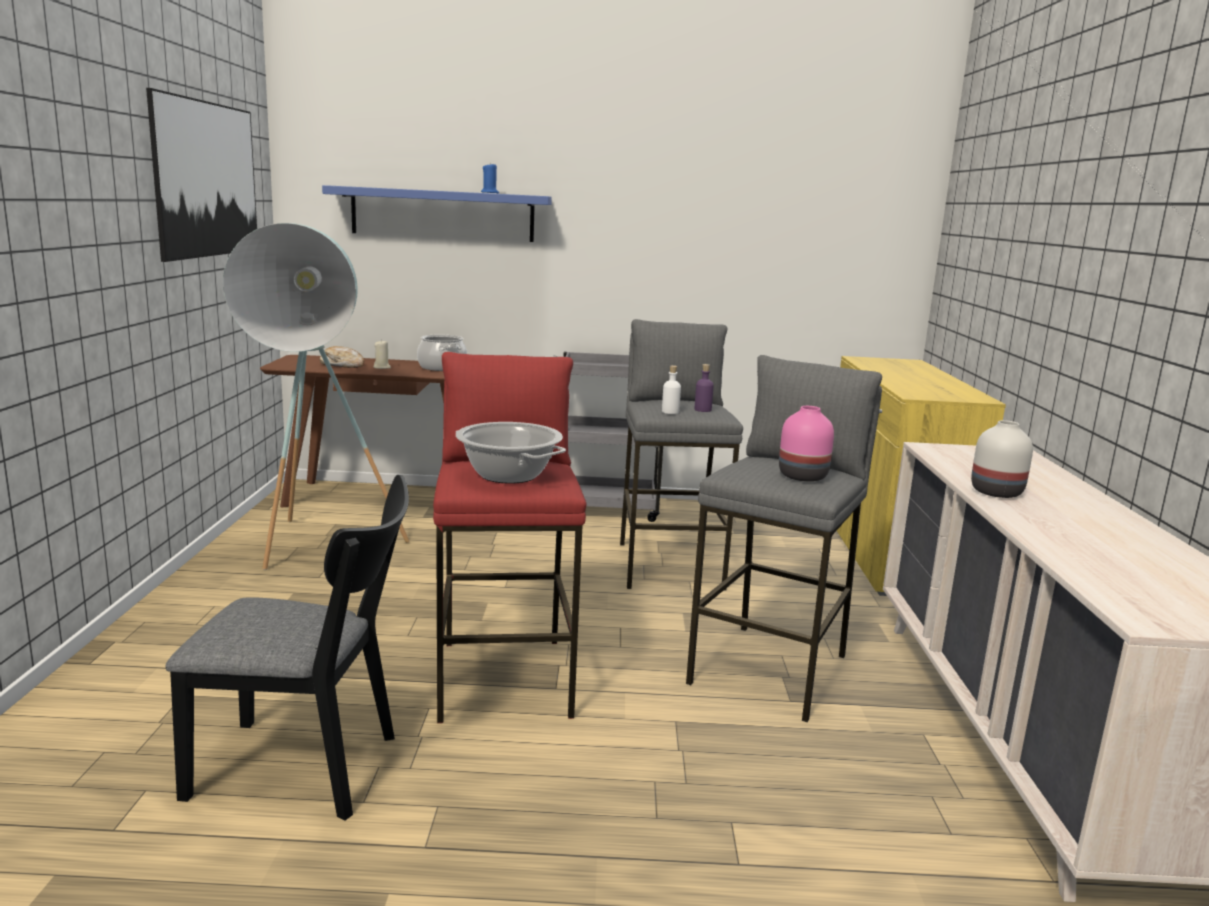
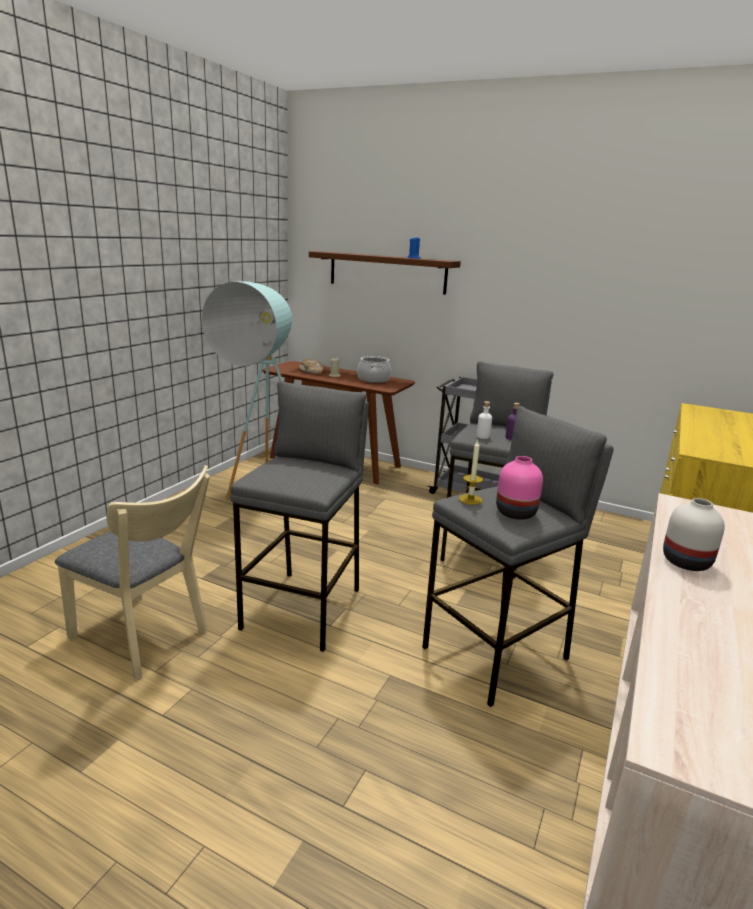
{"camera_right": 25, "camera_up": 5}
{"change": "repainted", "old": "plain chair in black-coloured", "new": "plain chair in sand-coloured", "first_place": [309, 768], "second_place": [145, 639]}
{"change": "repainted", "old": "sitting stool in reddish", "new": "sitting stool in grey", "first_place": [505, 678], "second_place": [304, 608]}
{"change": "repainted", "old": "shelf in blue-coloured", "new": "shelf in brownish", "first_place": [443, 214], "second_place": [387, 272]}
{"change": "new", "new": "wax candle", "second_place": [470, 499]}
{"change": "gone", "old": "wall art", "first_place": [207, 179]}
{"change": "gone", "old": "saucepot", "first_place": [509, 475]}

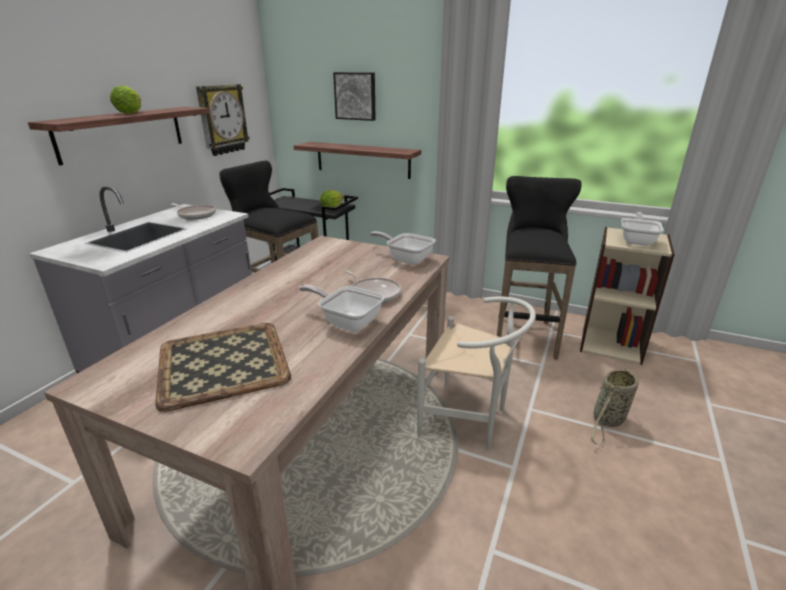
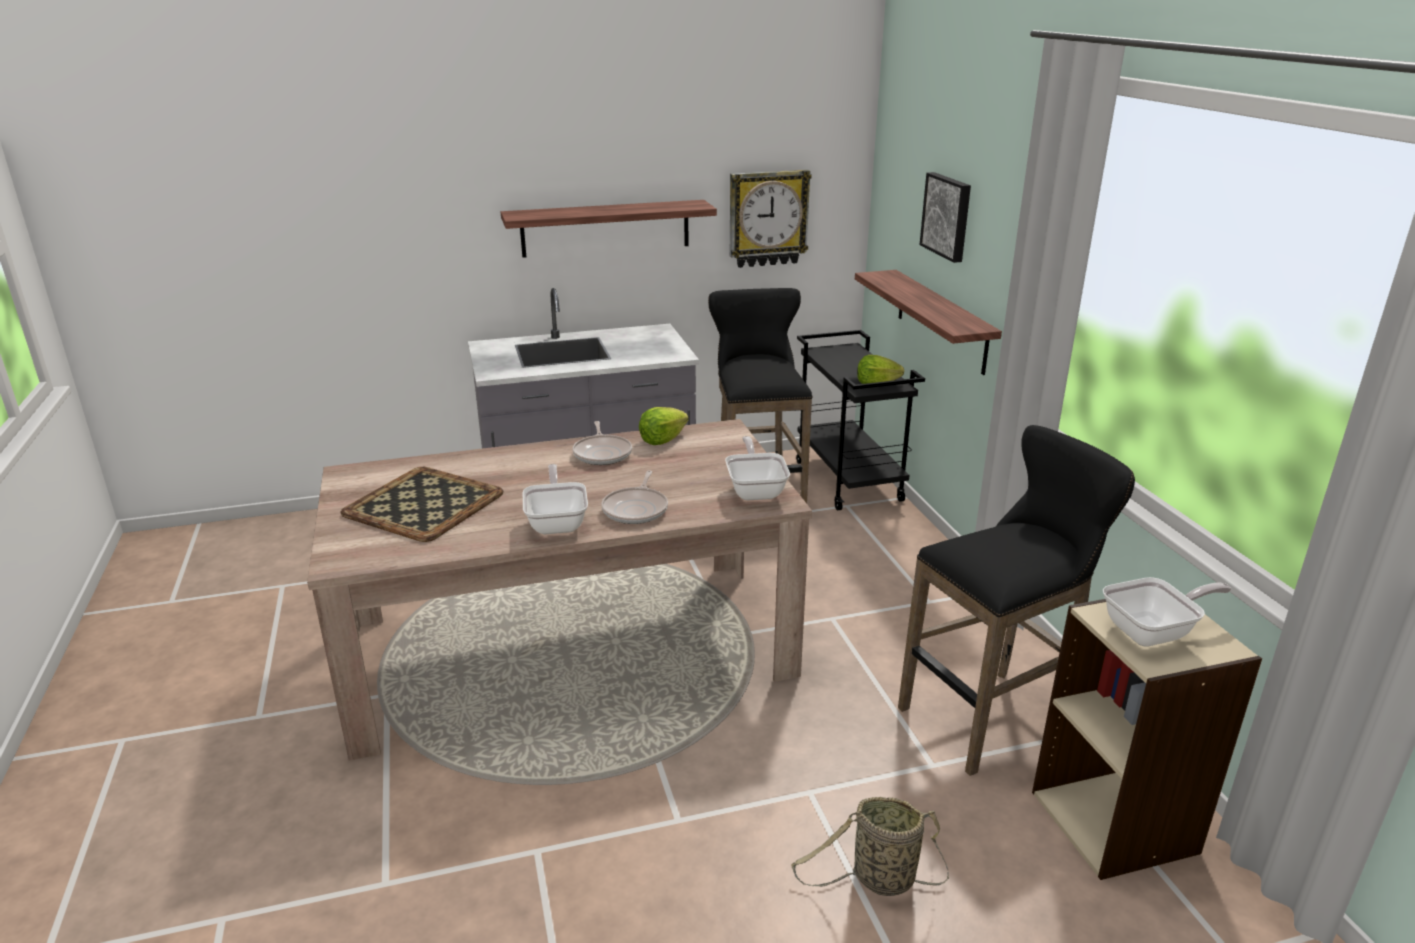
{"camera_right": 50, "camera_up": 0}
{"change": "shifted", "old": "frying pan", "first_place": [196, 215], "second_place": [602, 453]}
{"change": "shifted", "old": "head of lettuce", "first_place": [130, 112], "second_place": [662, 440]}
{"change": "gone", "old": "plain chair in white-coloured", "first_place": [470, 421]}

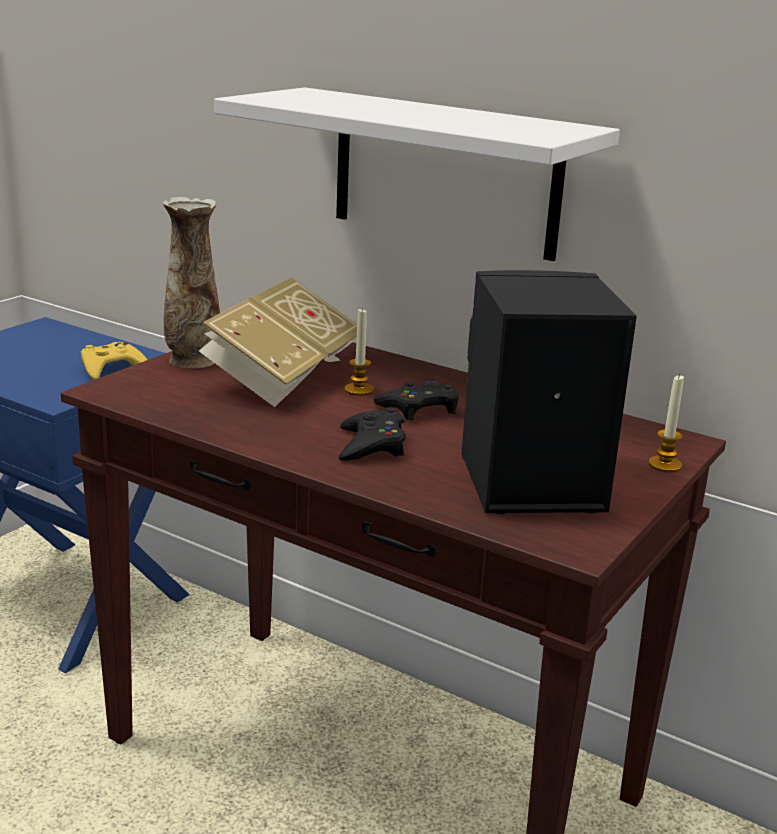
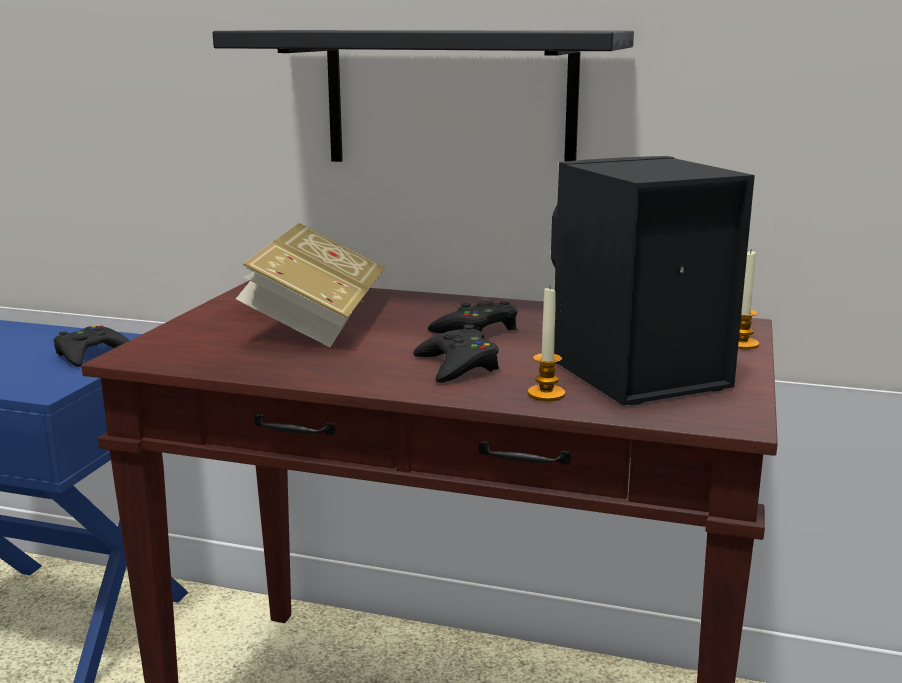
{"camera_right": -15, "camera_up": -5}
{"change": "repainted", "old": "gamepad in yellow-coloured", "new": "gamepad in black-coloured", "first_place": [111, 368], "second_place": [90, 354]}
{"change": "repainted", "old": "shelf in white-coloured", "new": "shelf in black-coloured", "first_place": [445, 173], "second_place": [450, 99]}
{"change": "shifted", "old": "wax candle", "first_place": [359, 390], "second_place": [546, 394]}
{"change": "gone", "old": "flower vase", "first_place": [193, 360]}

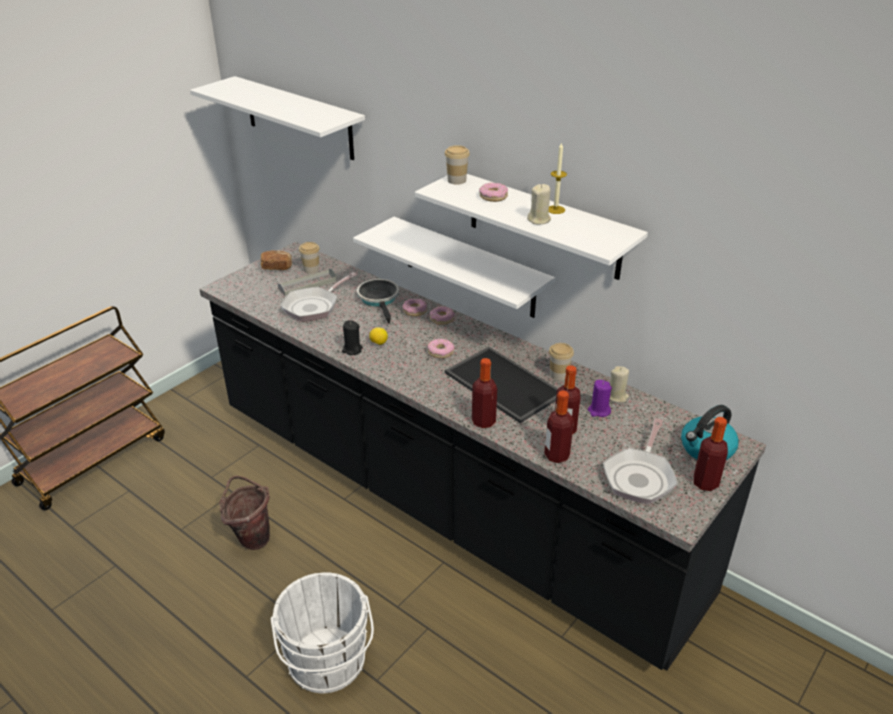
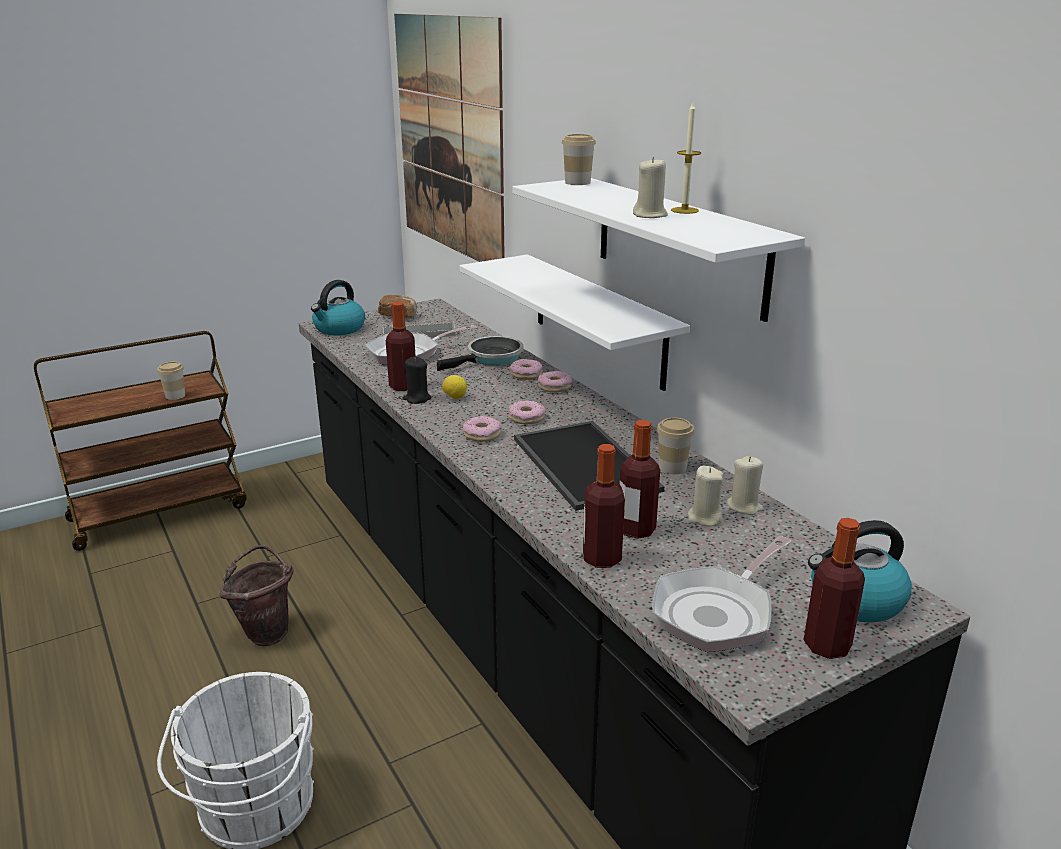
{"camera_right": 20, "camera_up": -10}
{"change": "shifted", "old": "cup", "first_place": [311, 269], "second_place": [175, 396]}
{"change": "new", "new": "tea kettle", "second_place": [339, 329]}
{"change": "shifted", "old": "bottle", "first_place": [483, 421], "second_place": [403, 386]}
{"change": "swapped", "old": "shelf in white-coloured", "new": "wall art", "first_place": [298, 118], "second_place": [449, 137]}
{"change": "rotated", "old": "frying pan", "first_place": [379, 299], "second_place": [491, 358], "degrees": 45}
{"change": "shifted", "old": "doughnut", "first_place": [493, 196], "second_place": [482, 435]}
{"change": "repainted", "old": "wax candle in purple-coloured", "new": "wax candle in sand-coloured", "first_place": [598, 411], "second_place": [704, 518]}

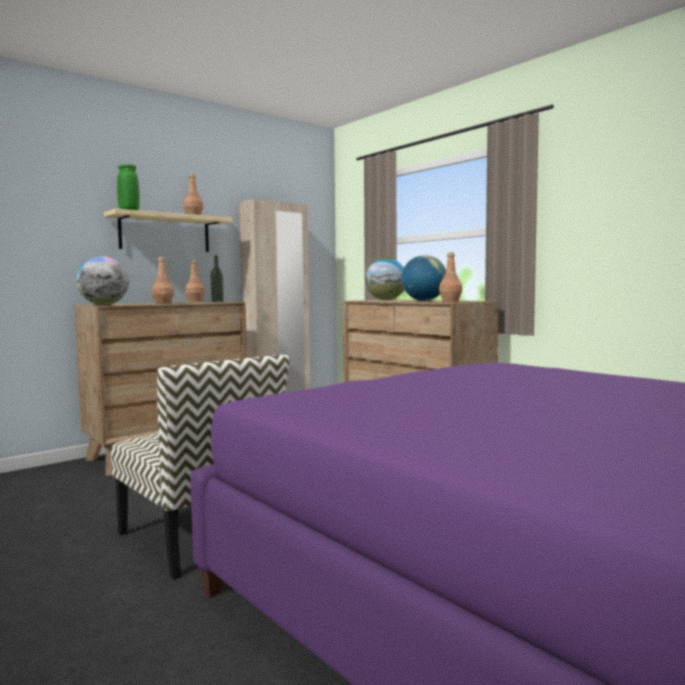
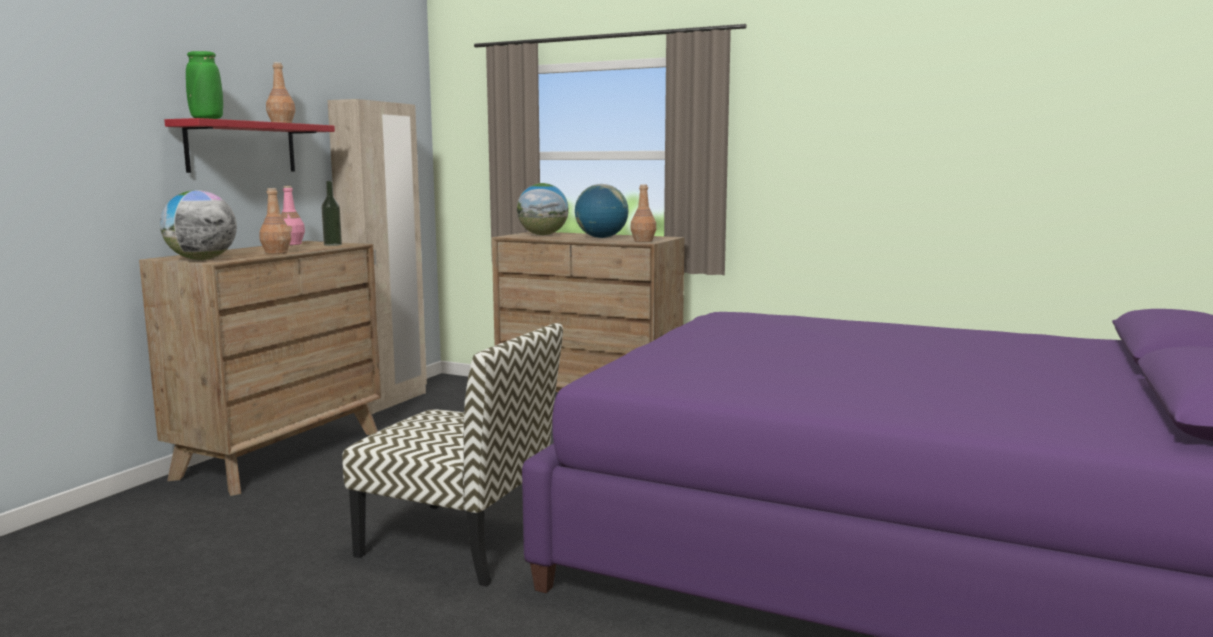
{"camera_right": -25, "camera_up": 5}
{"change": "repainted", "old": "shelf in sand-coloured", "new": "shelf in reddish", "first_place": [165, 233], "second_place": [241, 147]}
{"change": "repainted", "old": "bottle in brownish", "new": "bottle in pink", "first_place": [195, 301], "second_place": [291, 244]}

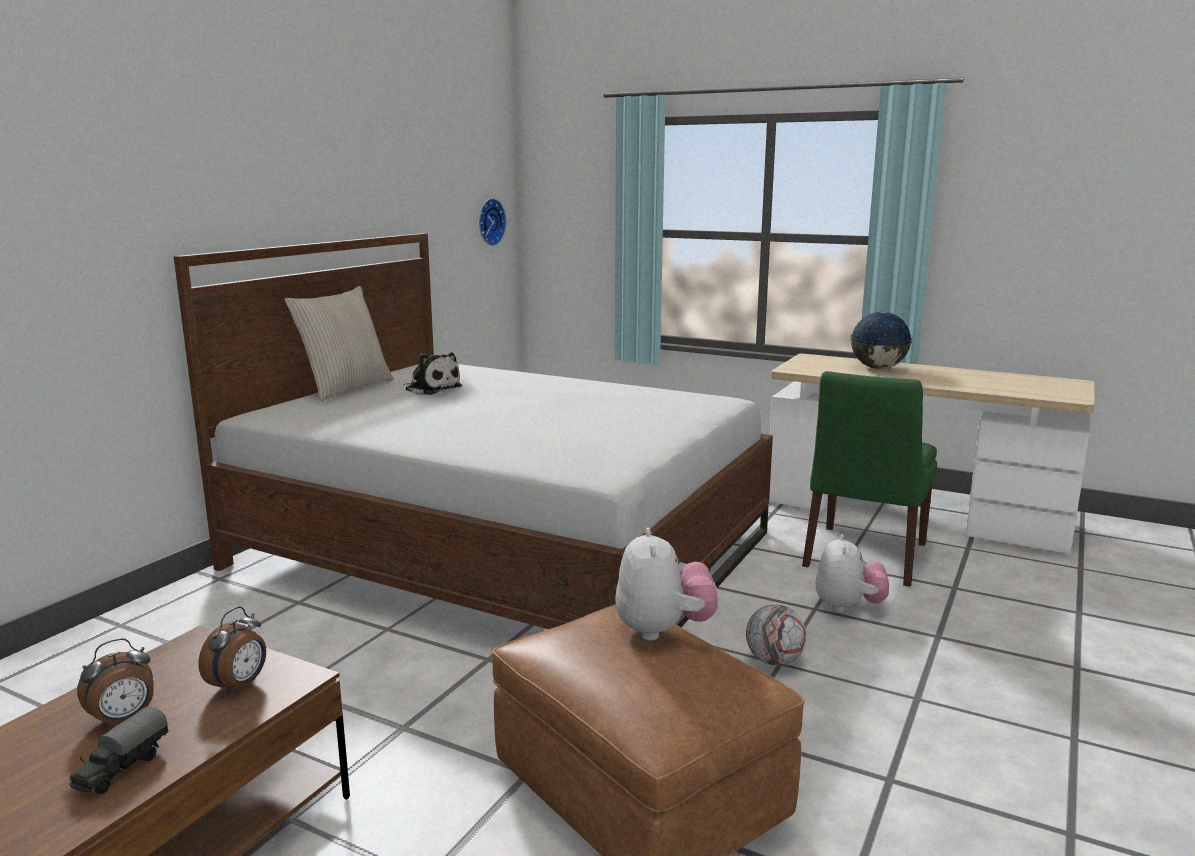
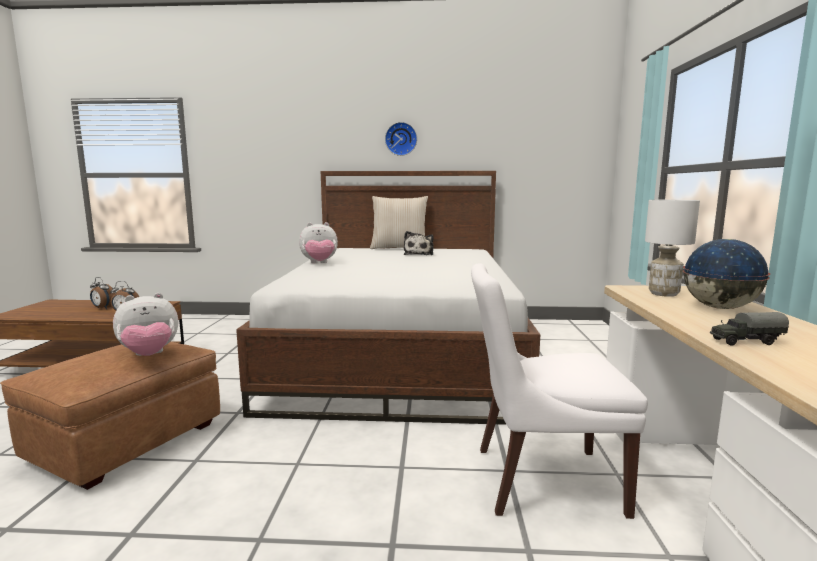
{"camera_right": 65, "camera_up": -5}
{"change": "shifted", "old": "soft toy", "first_place": [848, 607], "second_place": [319, 263]}
{"change": "shifted", "old": "clock on the wall", "first_place": [489, 222], "second_place": [401, 139]}
{"change": "repainted", "old": "plain chair in green-coloured", "new": "plain chair in white-coloured", "first_place": [864, 557], "second_place": [541, 480]}
{"change": "new", "new": "lamp for a table in white-coloured", "second_place": [664, 294]}
{"change": "shifted", "old": "toy lorry", "first_place": [121, 769], "second_place": [745, 341]}
{"change": "gone", "old": "football ball", "first_place": [774, 661]}

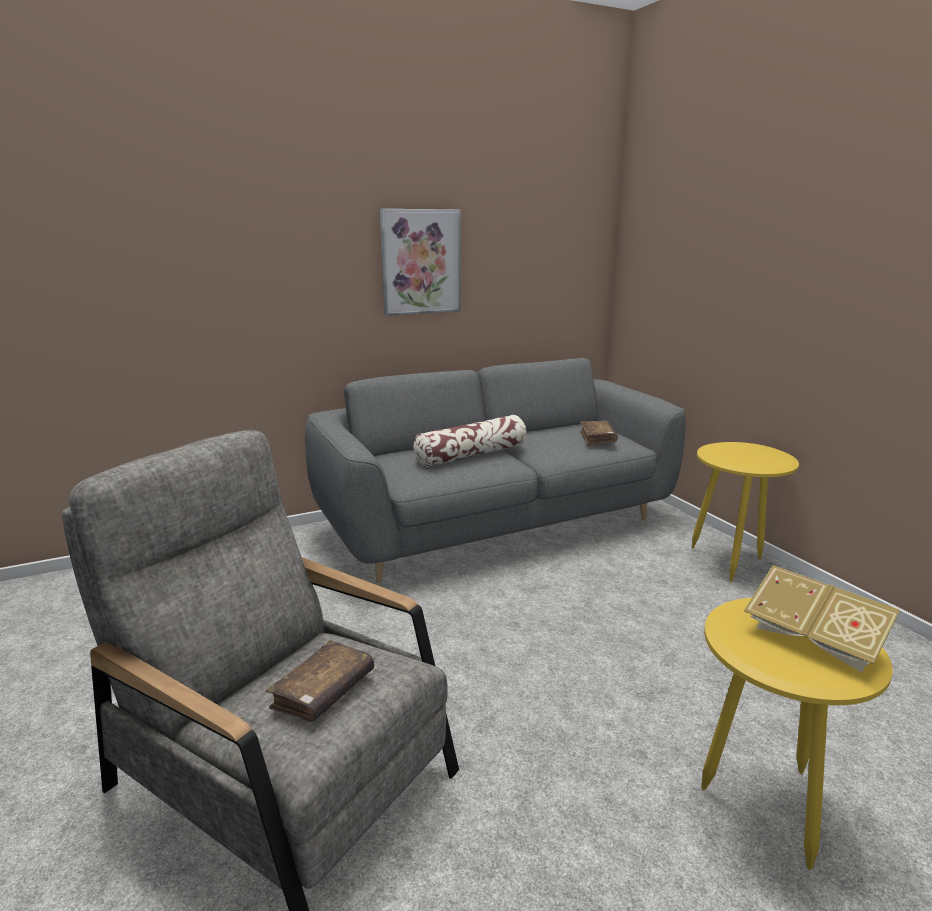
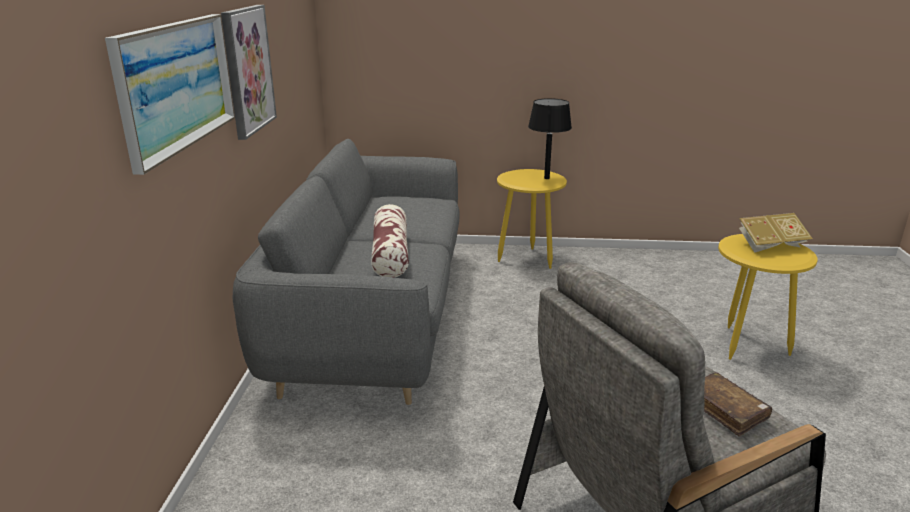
{"camera_right": -60, "camera_up": 5}
{"change": "new", "new": "wall art", "second_place": [176, 85]}
{"change": "new", "new": "lamp for a table in black-coloured", "second_place": [546, 178]}
{"change": "gone", "old": "bound book in brownish", "first_place": [597, 438]}

